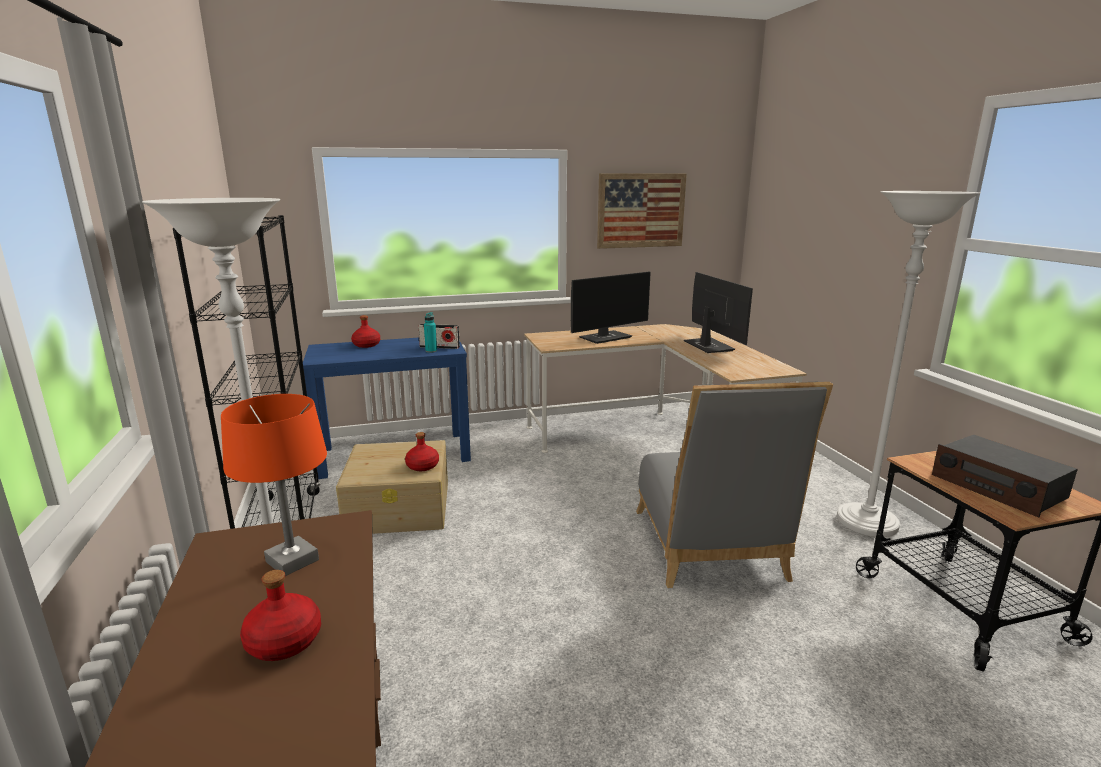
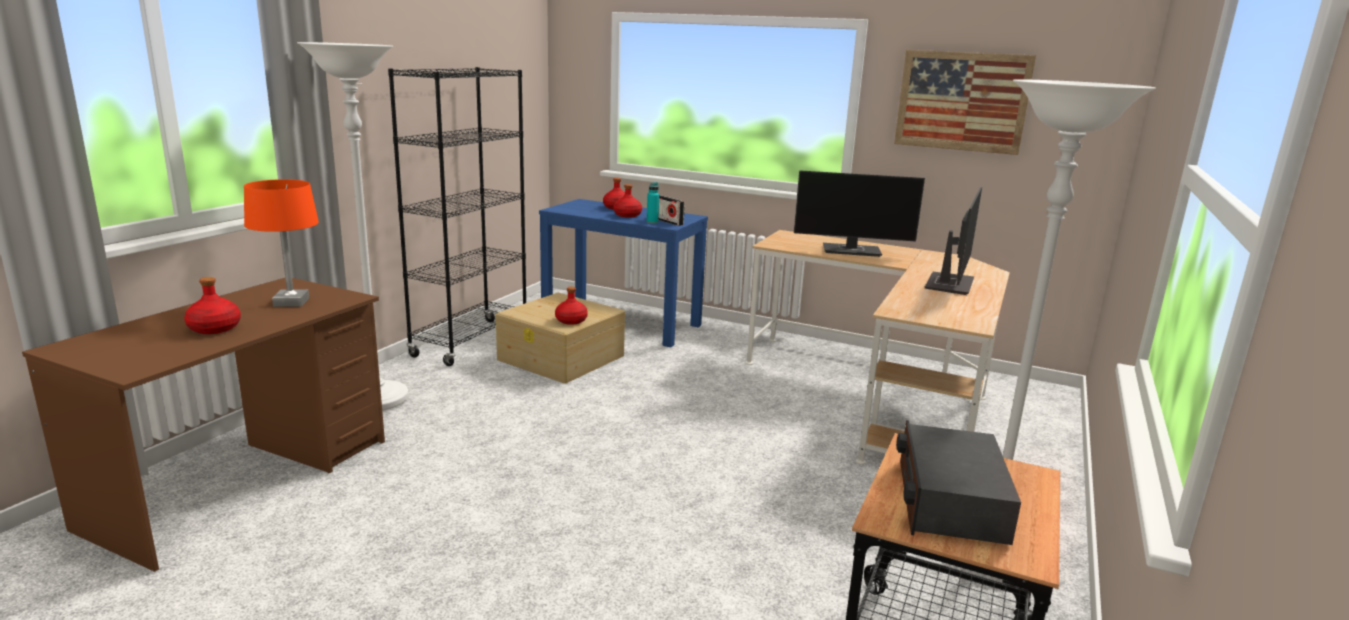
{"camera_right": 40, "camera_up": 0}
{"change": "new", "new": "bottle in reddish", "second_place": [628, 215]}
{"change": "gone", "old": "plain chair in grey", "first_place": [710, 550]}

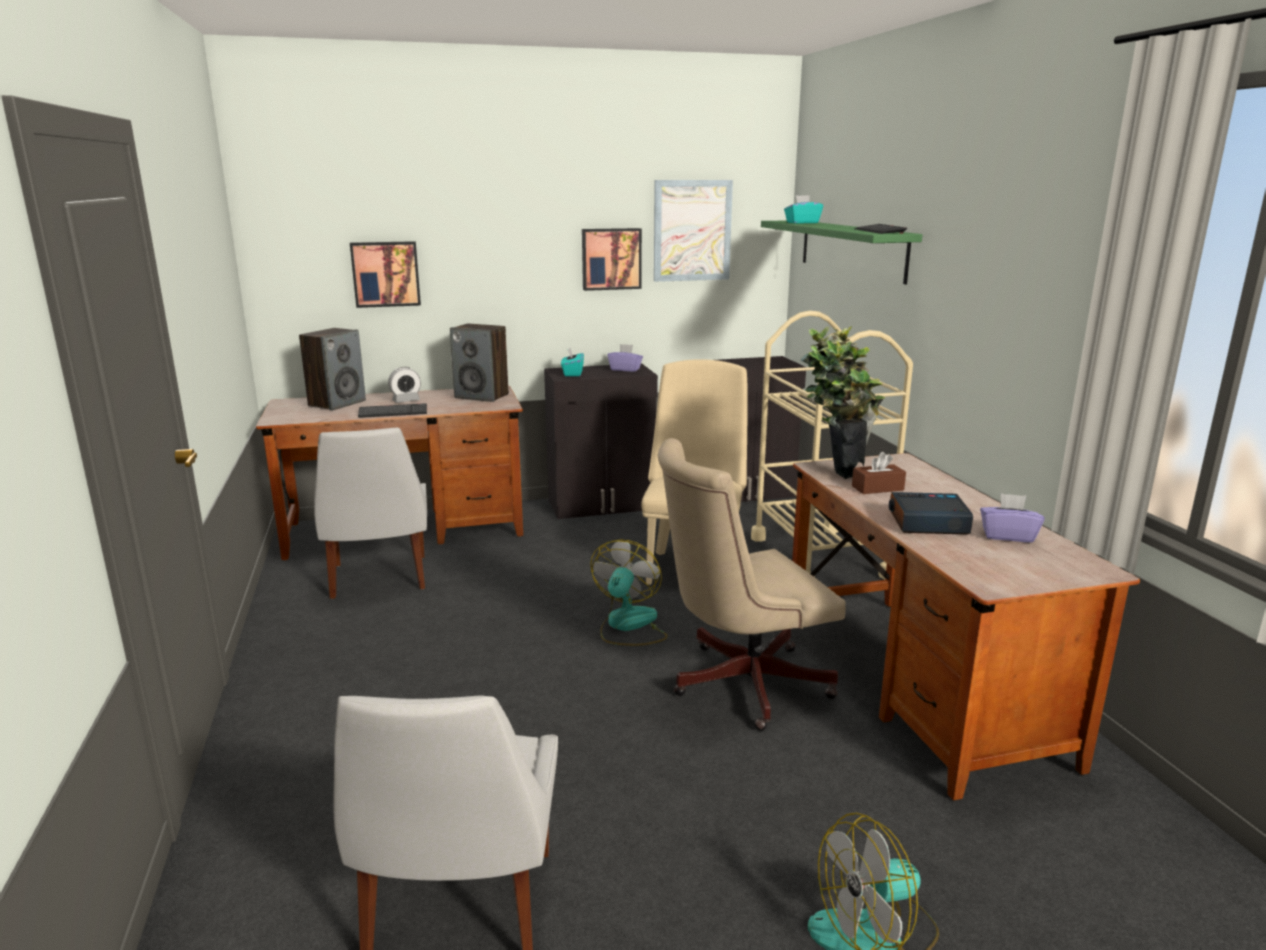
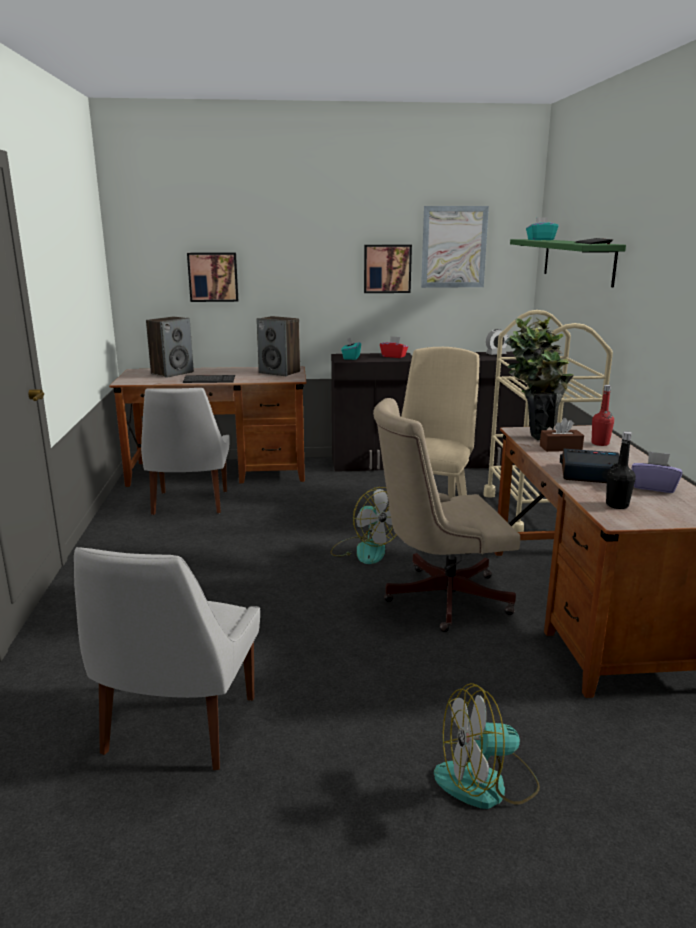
{"camera_right": 10, "camera_up": 0}
{"change": "rotated", "old": "fan", "first_place": [628, 626], "second_place": [364, 550], "degrees": 120}
{"change": "repainted", "old": "tissue holder in purple-coloured", "new": "tissue holder in reddish", "first_place": [625, 369], "second_place": [393, 356]}
{"change": "shifted", "old": "table clock", "first_place": [406, 400], "second_place": [496, 354]}
{"change": "new", "new": "bottle in reddish", "second_place": [600, 443]}
{"change": "new", "new": "bottle in black-coloured", "second_place": [617, 505]}

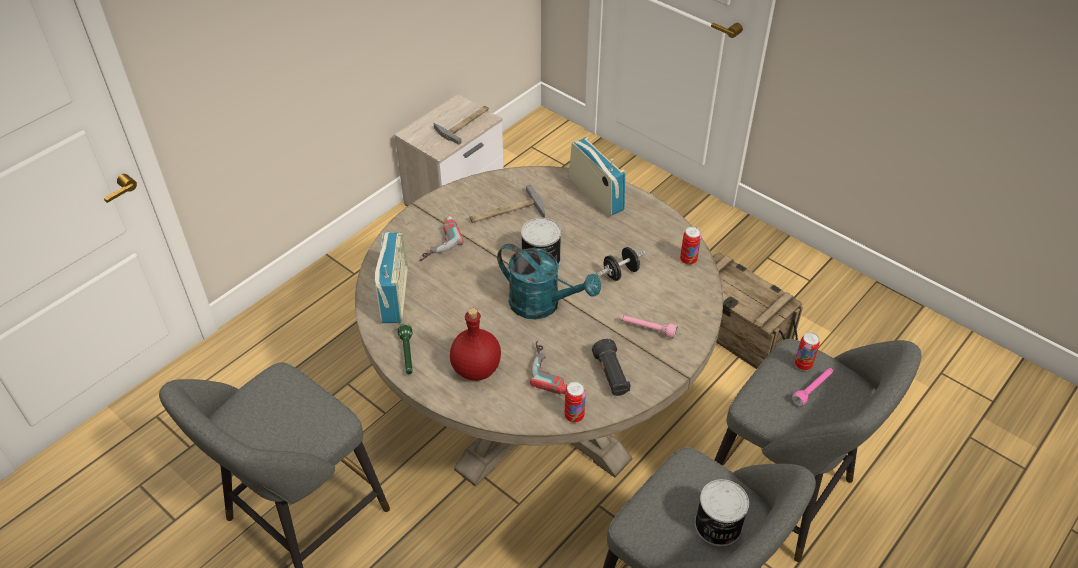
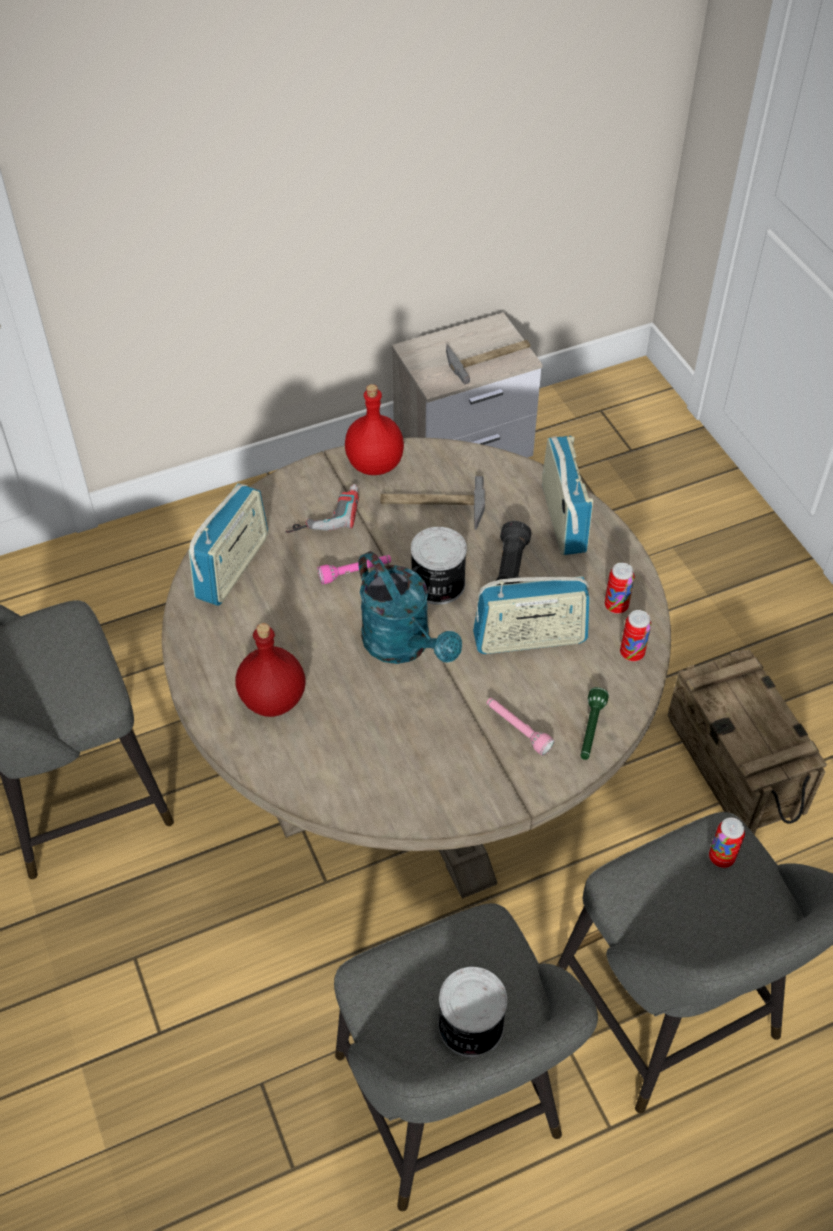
{"camera_right": 25, "camera_up": 5}
{"change": "shifted", "old": "flashlight in pink", "first_place": [812, 389], "second_place": [355, 573]}
{"change": "new", "new": "bottle in reddish", "second_place": [373, 464]}
{"change": "swapped", "old": "dumbbell in black-coloured", "new": "radio receiver", "first_place": [620, 273], "second_place": [529, 639]}
{"change": "shifted", "old": "flashlight in black-coloured", "first_place": [611, 375], "second_place": [510, 567]}
{"change": "shifted", "old": "flashlight in green-coloured", "first_place": [407, 354], "second_place": [590, 730]}
{"change": "shifted", "old": "can", "first_place": [574, 416], "second_place": [616, 606]}
{"change": "gone", "old": "drill", "first_place": [555, 371]}

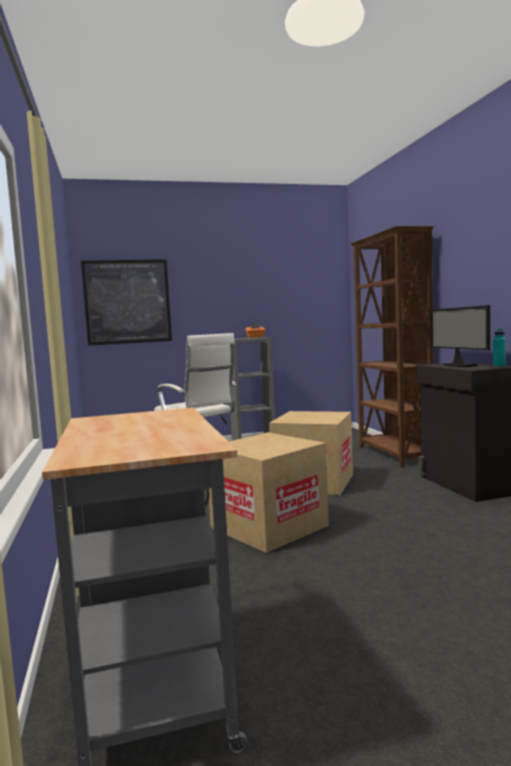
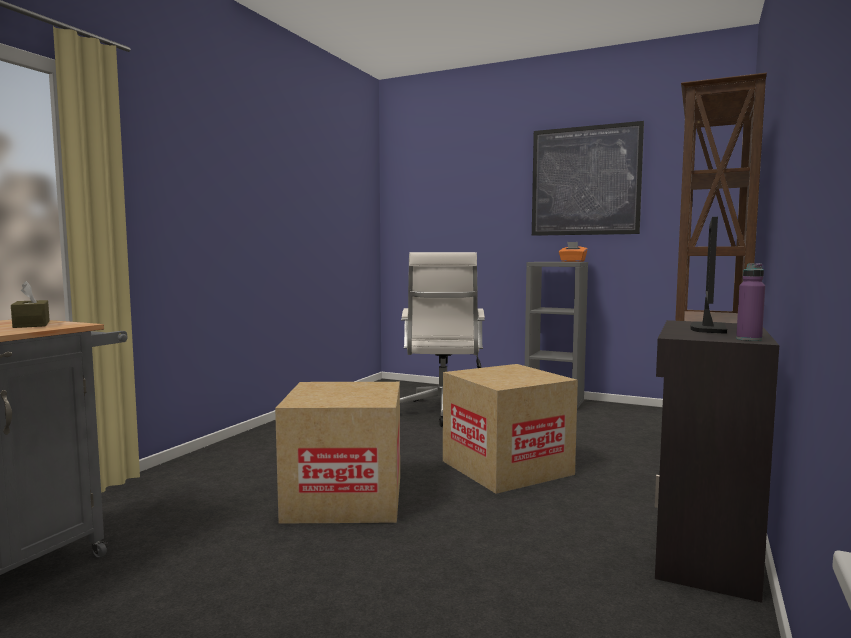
{"camera_right": 40, "camera_up": 0}
{"change": "new", "new": "tissue holder in brownish", "second_place": [31, 324]}
{"change": "shifted", "old": "wall art", "first_place": [127, 302], "second_place": [585, 181]}
{"change": "repainted", "old": "bottle in turquoise", "new": "bottle in purple-coloured", "first_place": [499, 366], "second_place": [748, 339]}

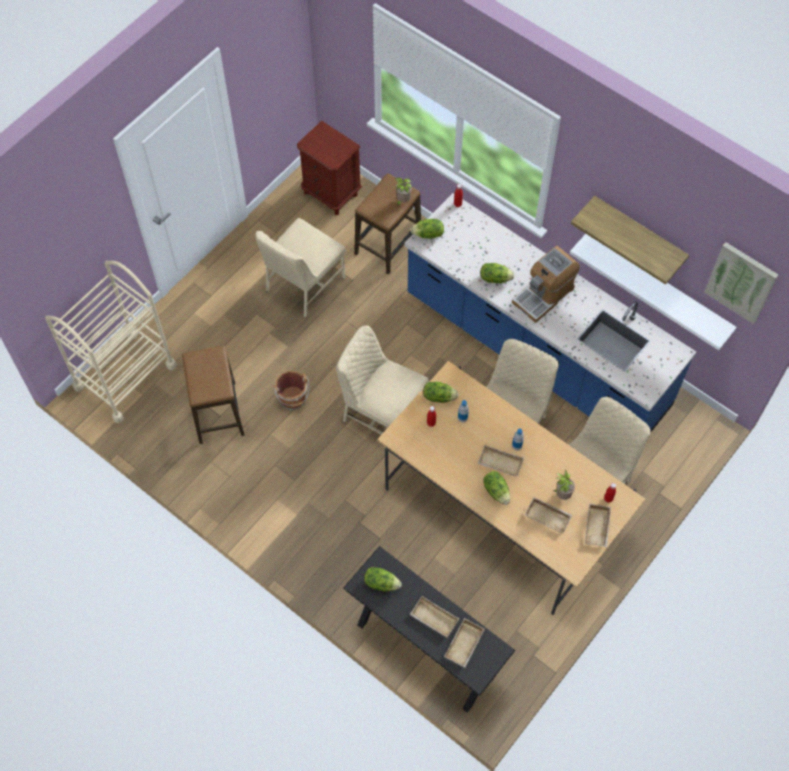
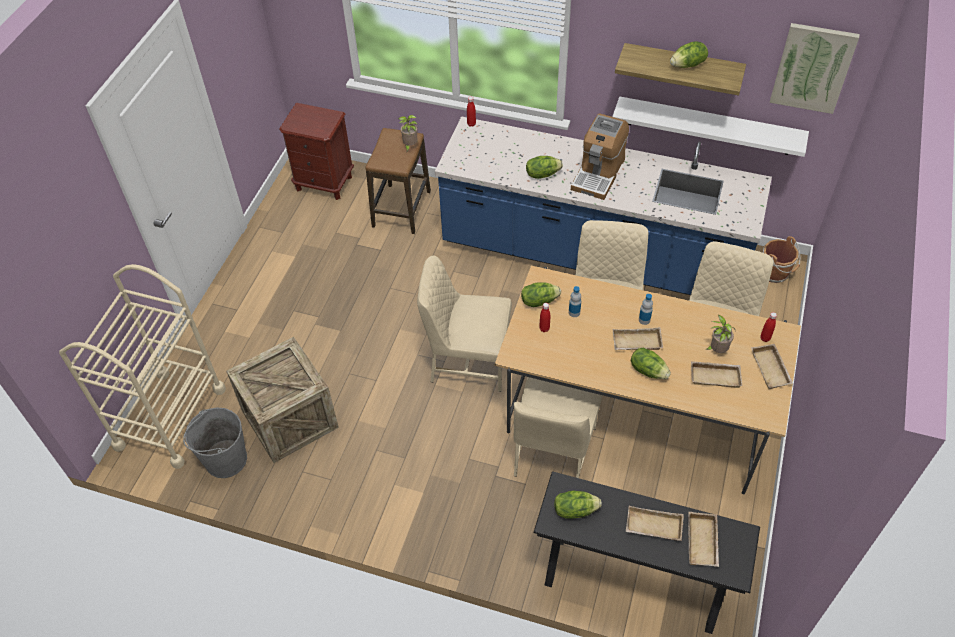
{"camera_right": -20, "camera_up": -10}
{"change": "new", "new": "bucket in grey", "second_place": [225, 459]}
{"change": "swapped", "old": "sitting stool", "new": "crate", "first_place": [217, 412], "second_place": [290, 419]}
{"change": "shifted", "old": "plain chair in sand-coloured", "first_place": [303, 284], "second_place": [552, 452]}
{"change": "shifted", "old": "head of lettuce", "first_place": [428, 234], "second_place": [688, 65]}
{"change": "shifted", "old": "bucket in brownish", "first_place": [293, 399], "second_place": [775, 273]}

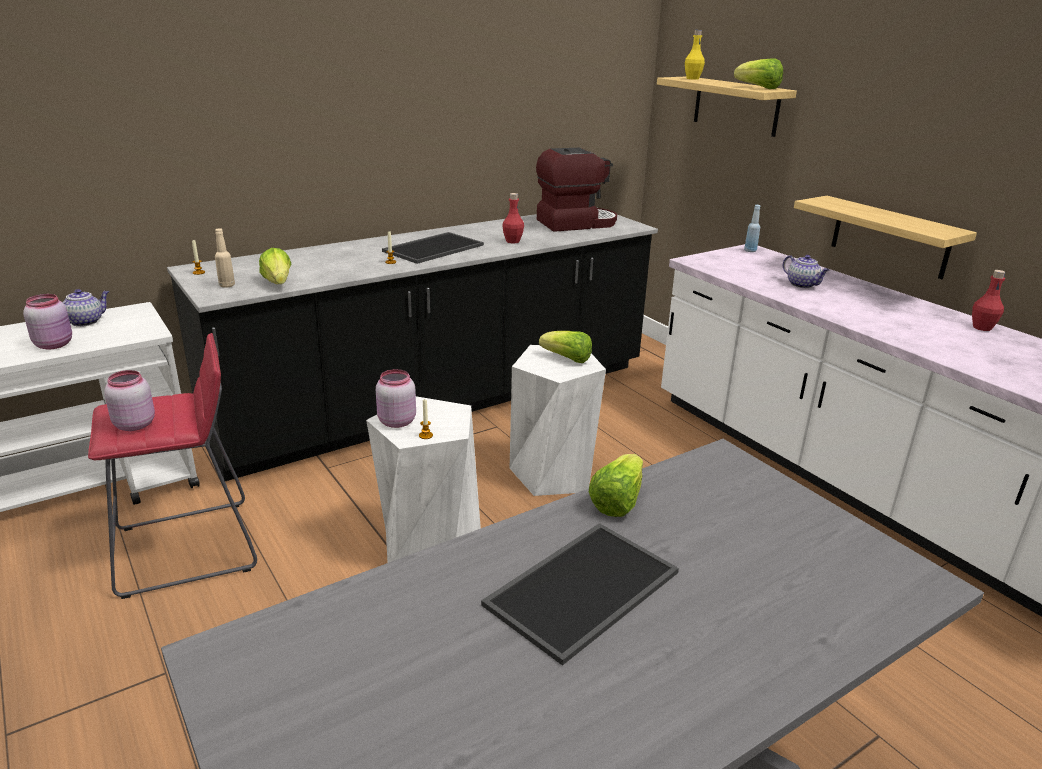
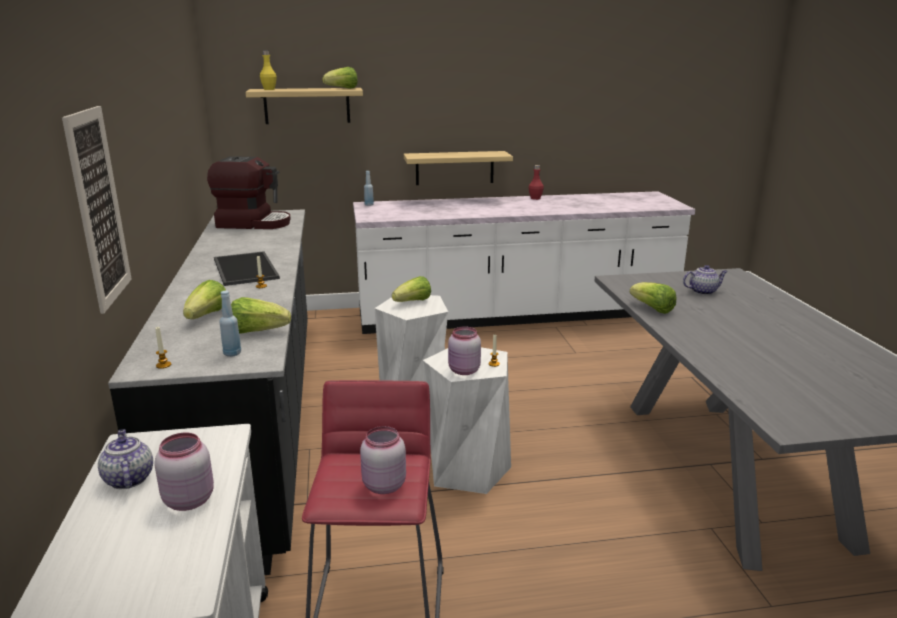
{"camera_right": -65, "camera_up": -5}
{"change": "new", "new": "wall art", "second_place": [99, 207]}
{"change": "new", "new": "head of lettuce", "second_place": [207, 316]}
{"change": "rotated", "old": "coffee maker", "first_place": [576, 223], "second_place": [253, 223], "degrees": 90}
{"change": "repainted", "old": "bottle in sand-coloured", "new": "bottle in blue-coloured", "first_place": [227, 285], "second_place": [232, 353]}
{"change": "shifted", "old": "pot for tea", "first_place": [802, 285], "second_place": [703, 291]}
{"change": "gone", "old": "tray", "first_place": [581, 586]}
{"change": "gone", "old": "bottle in reddish", "first_place": [512, 241]}

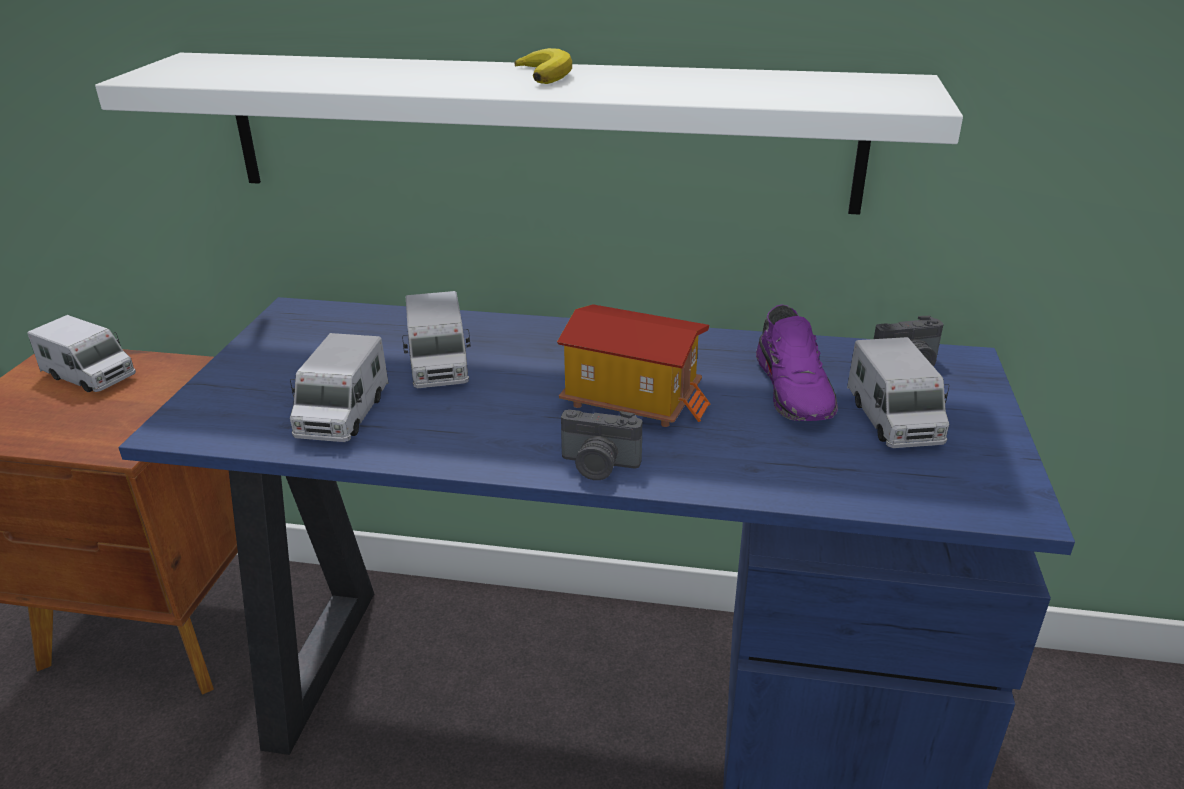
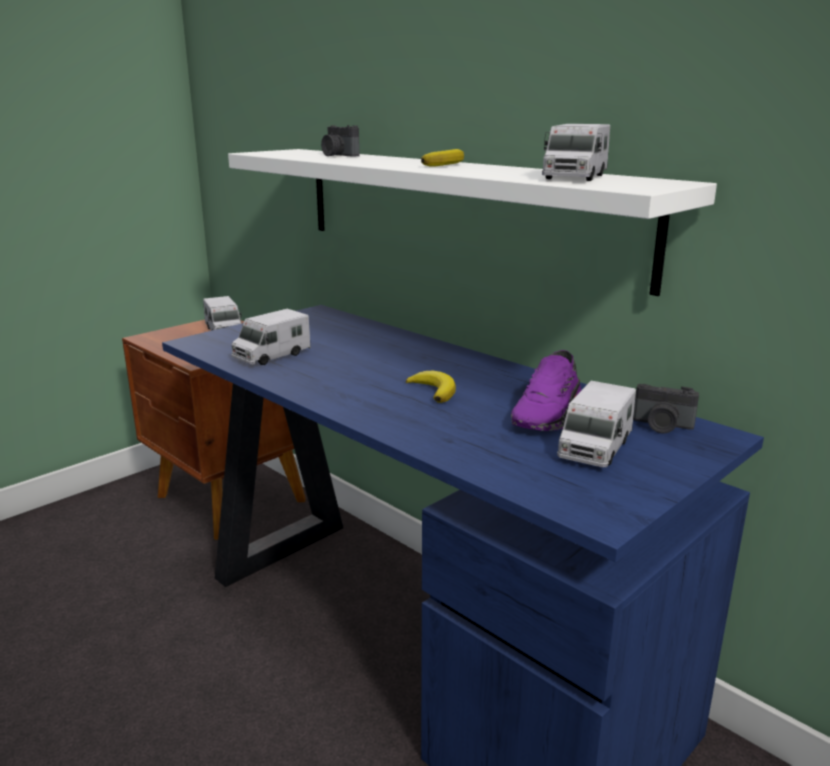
{"camera_right": 35, "camera_up": -10}
{"change": "shifted", "old": "still camera", "first_place": [598, 466], "second_place": [338, 155]}
{"change": "swapped", "old": "miniature house", "new": "whole banana", "first_place": [634, 399], "second_place": [434, 390]}
{"change": "shifted", "old": "toy lorry", "first_place": [438, 365], "second_place": [574, 177]}

